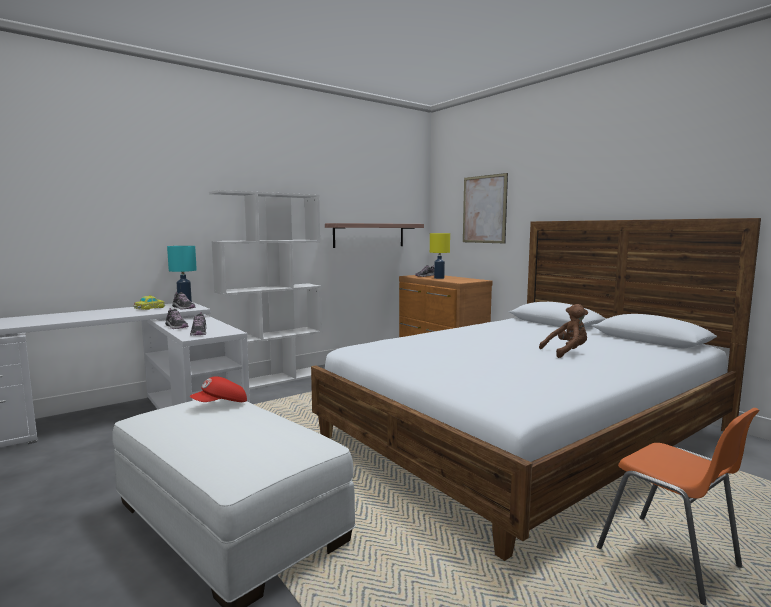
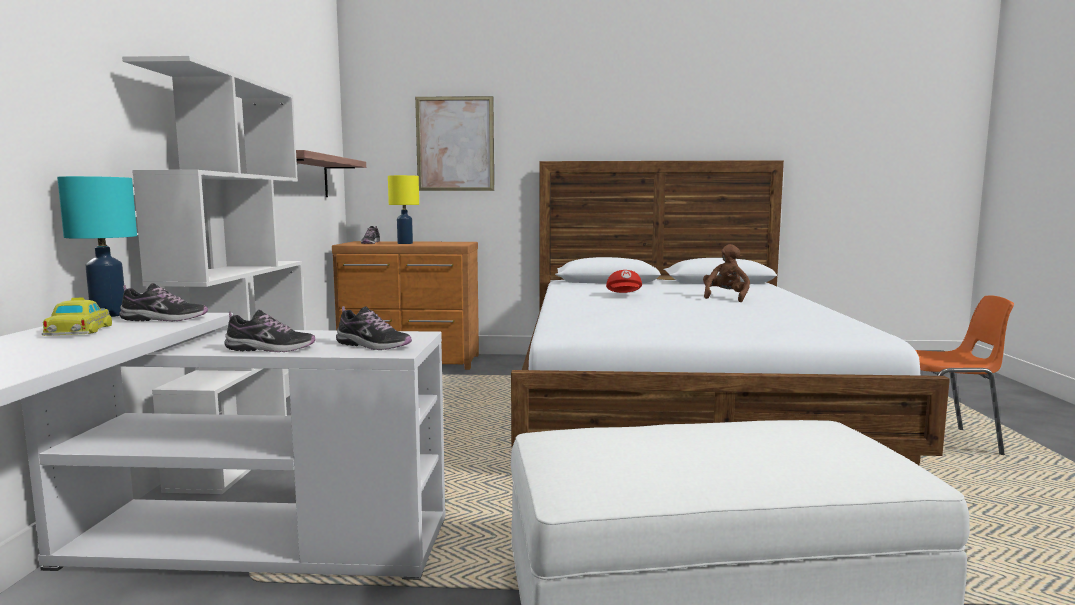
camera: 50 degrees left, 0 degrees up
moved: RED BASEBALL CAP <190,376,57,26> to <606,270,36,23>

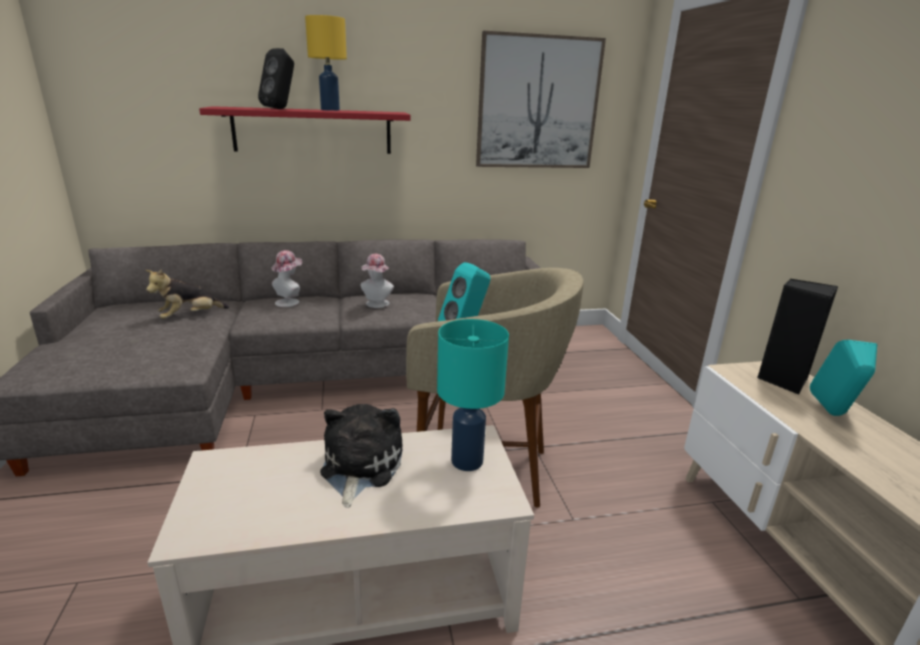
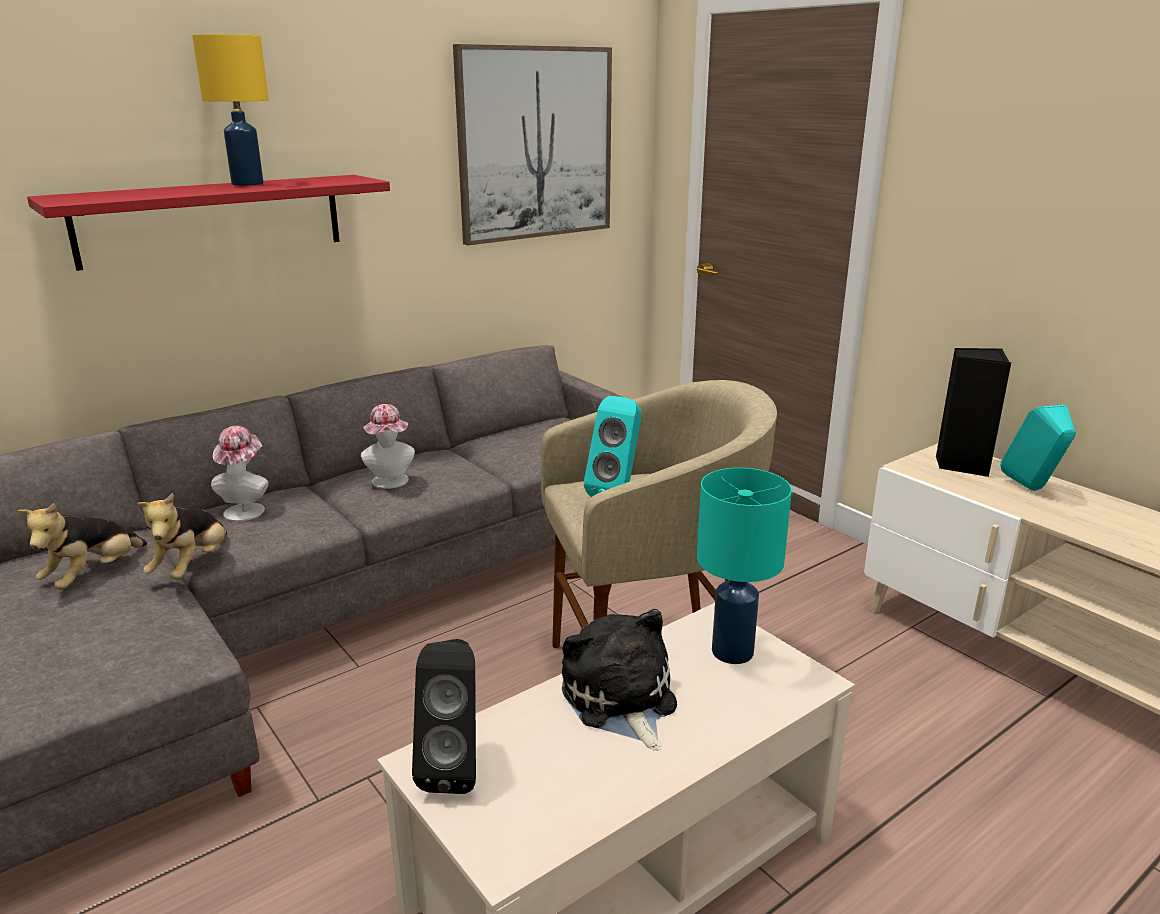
camera: 25 degrees left, 0 degrees up
added: PLUSH TOY <137,493,90,87>
moved: BLACKISH SPEAKER <258,48,36,61> to <412,639,64,155>

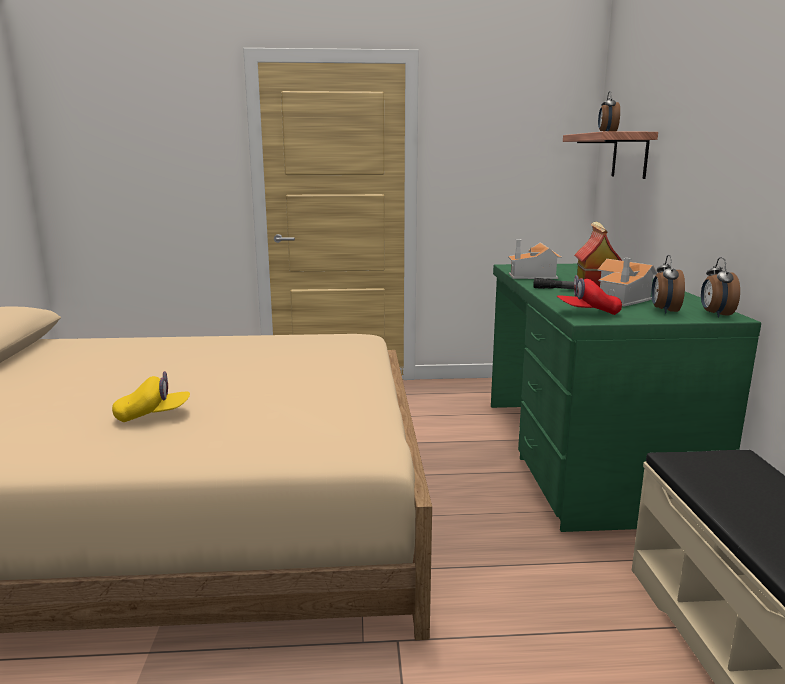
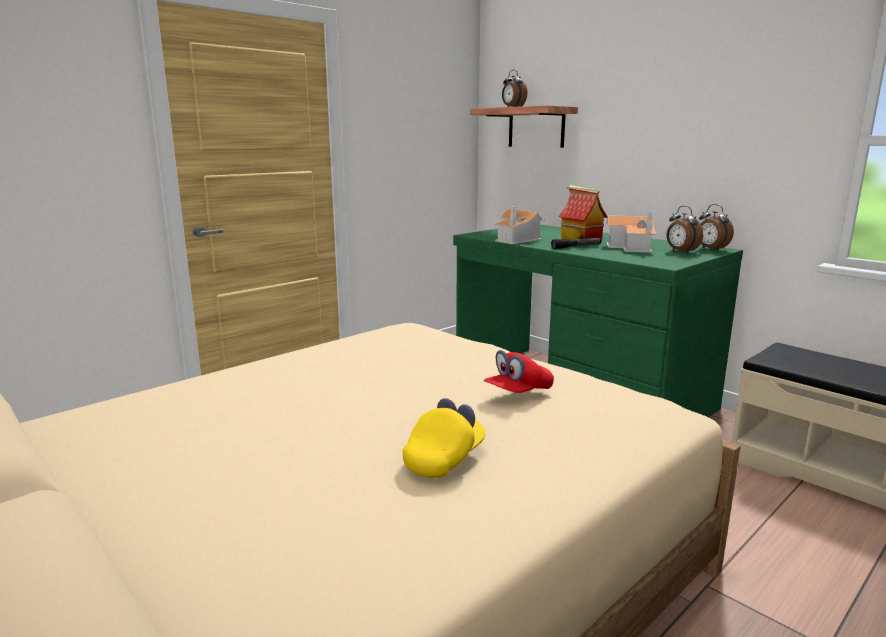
camera: 40 degrees left, 0 degrees up
moved: RED BASEBALL CAP <557,275,65,40> to <484,350,70,43>

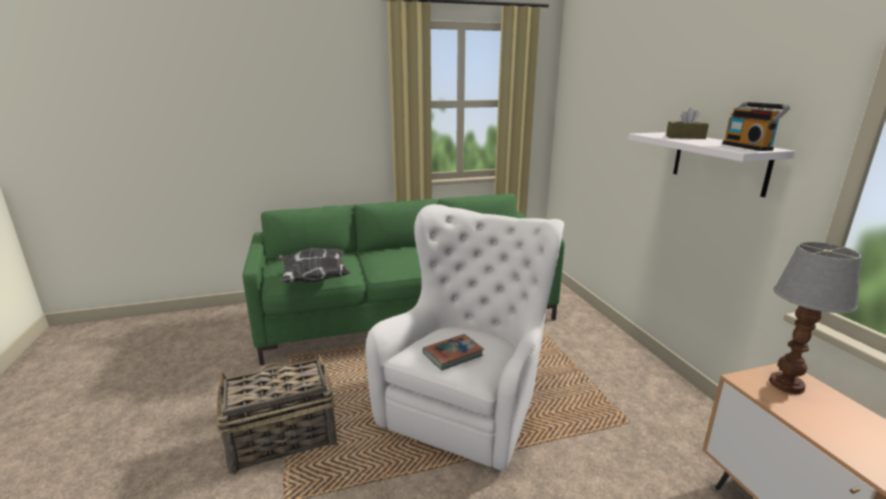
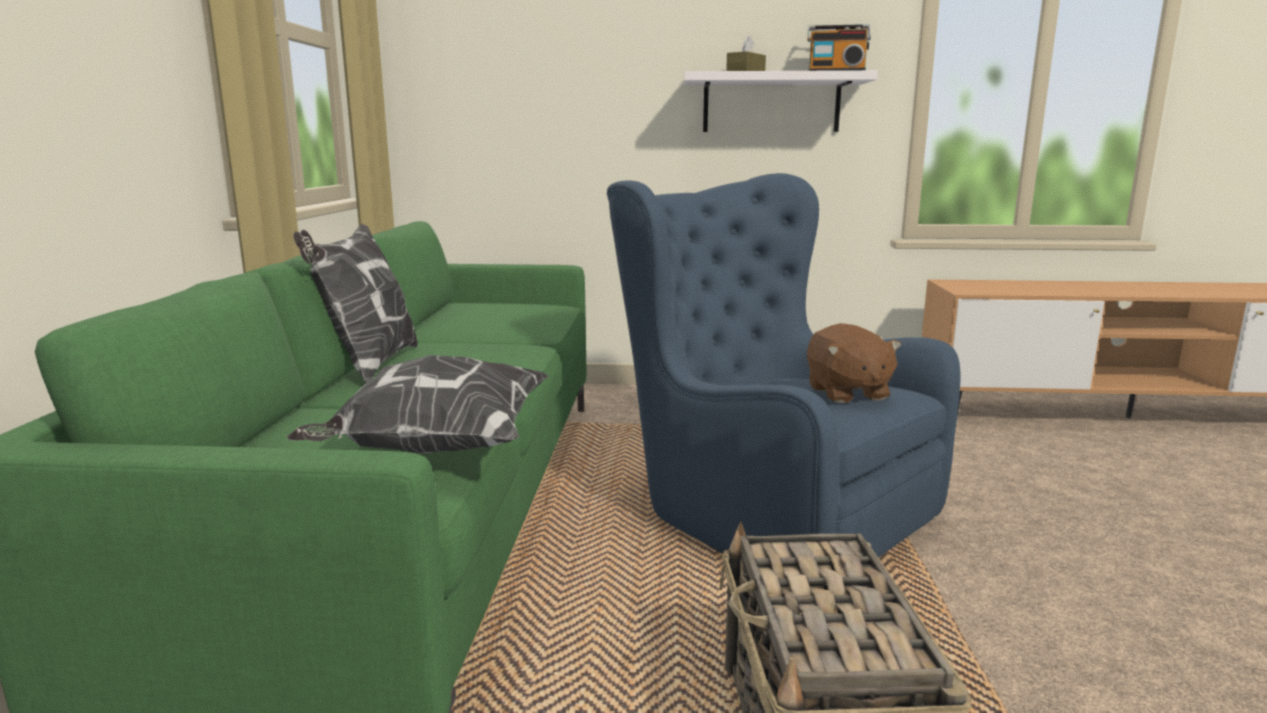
camera: 70 degrees left, 5 degrees down
removed: LAMP FOR A TABLE <769,242,92,152>
added: CUSHION <294,224,124,159>
replaced: BOOK <423,334,61,36> to BROWN PLUSH TOY <807,323,95,80>
recoloured: WHITISH EASY CHAIR <365,204,199,267> to BLUE-COLOURED EASY CHAIR <607,173,354,385>

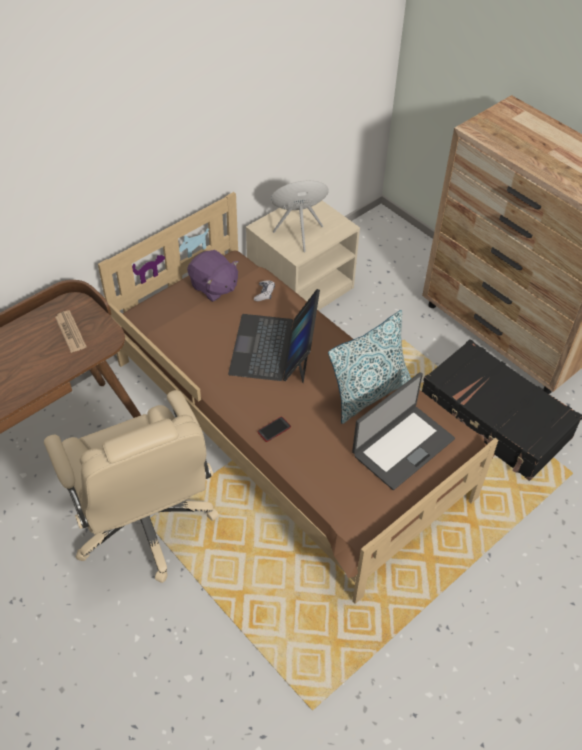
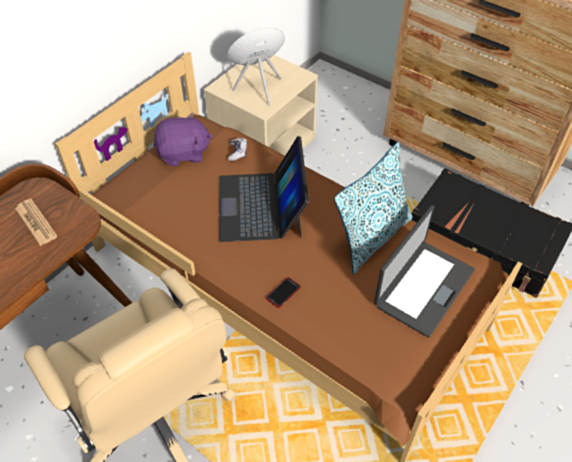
camera: 10 degrees left, 0 degrees up
turned: PURPLE PLUSH TOY <187,250,52,52> = <154,112,59,54> 45 degrees counterclockwise

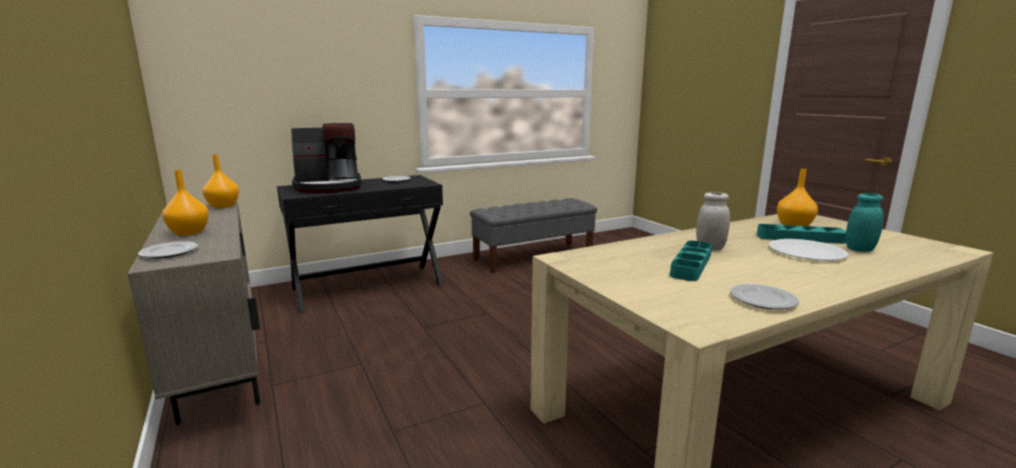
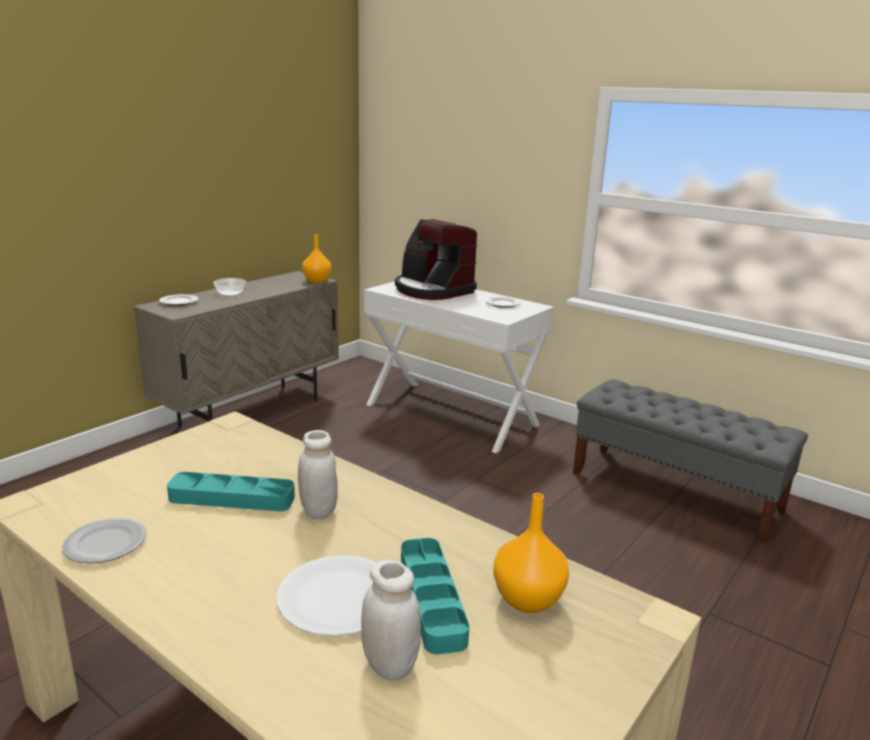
camera: 65 degrees right, 5 degrees up
replaced: ORANGE-COLOURED FLOWER VASE <162,170,47,66> to SERVING BOWL <214,278,32,18>
recoloured: BLACKISH HALL TABLE <277,175,167,138> to WHITISH HALL TABLE <364,281,190,172>; BLUE-GREEN STORAGE JAR <846,193,38,59> to WHITISH STORAGE JAR <361,559,60,121>

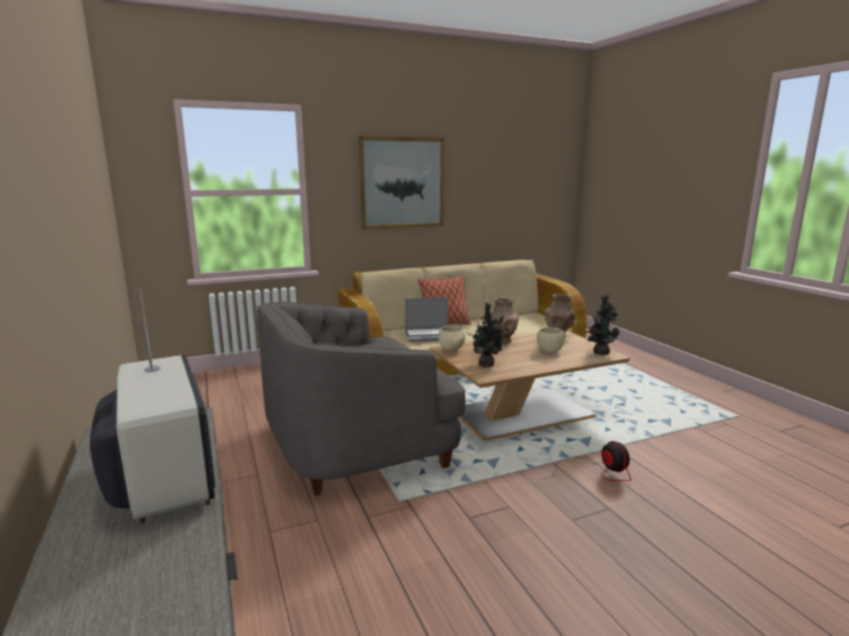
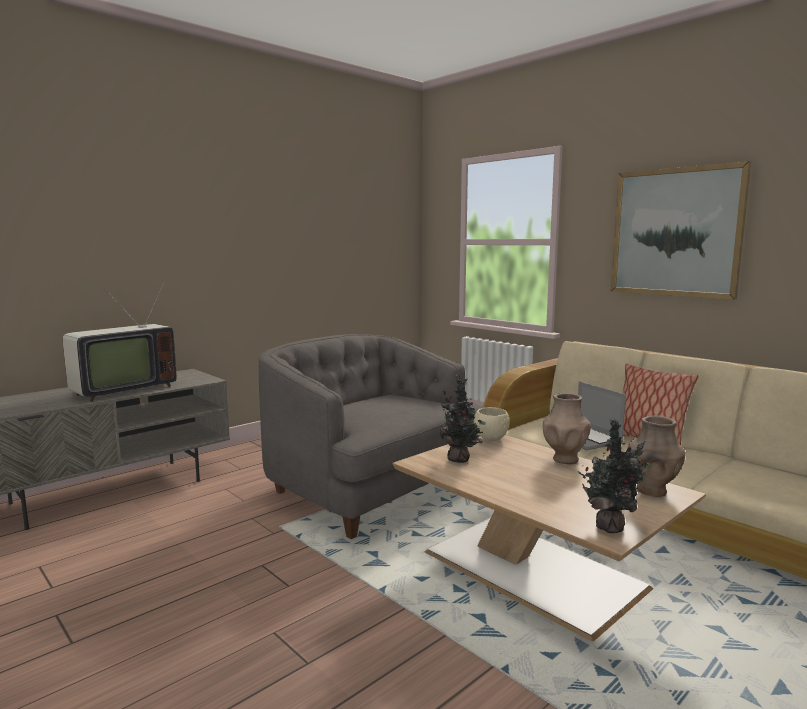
camera: 70 degrees right, 5 degrees down
removed: SAND-COLOURED SERVING BOWL <537,327,28,26>; COOLING FAN <543,441,88,40>

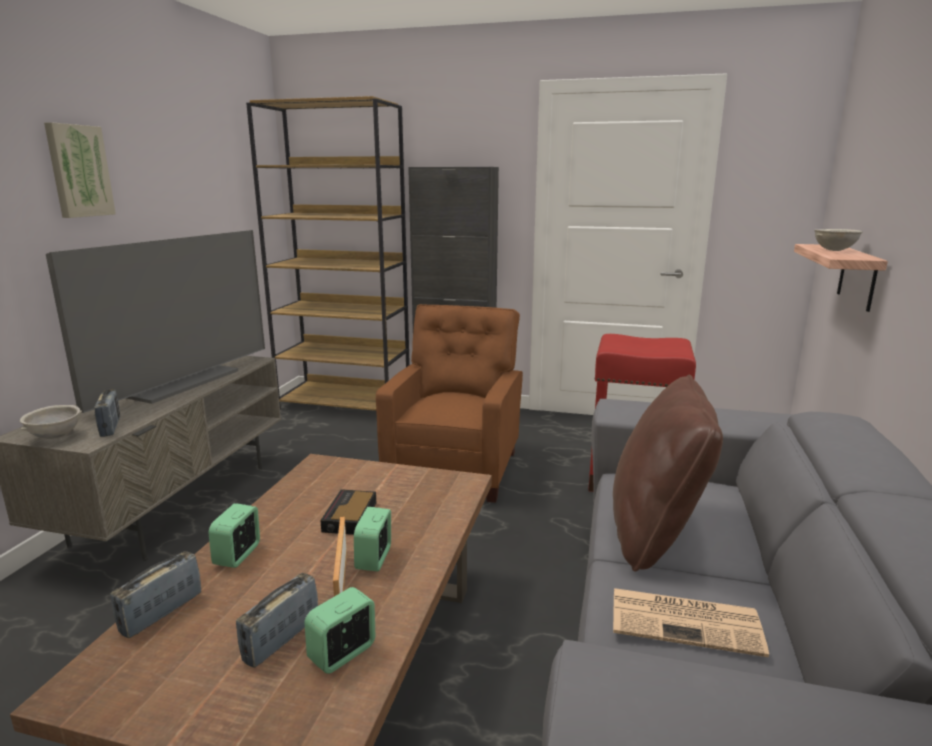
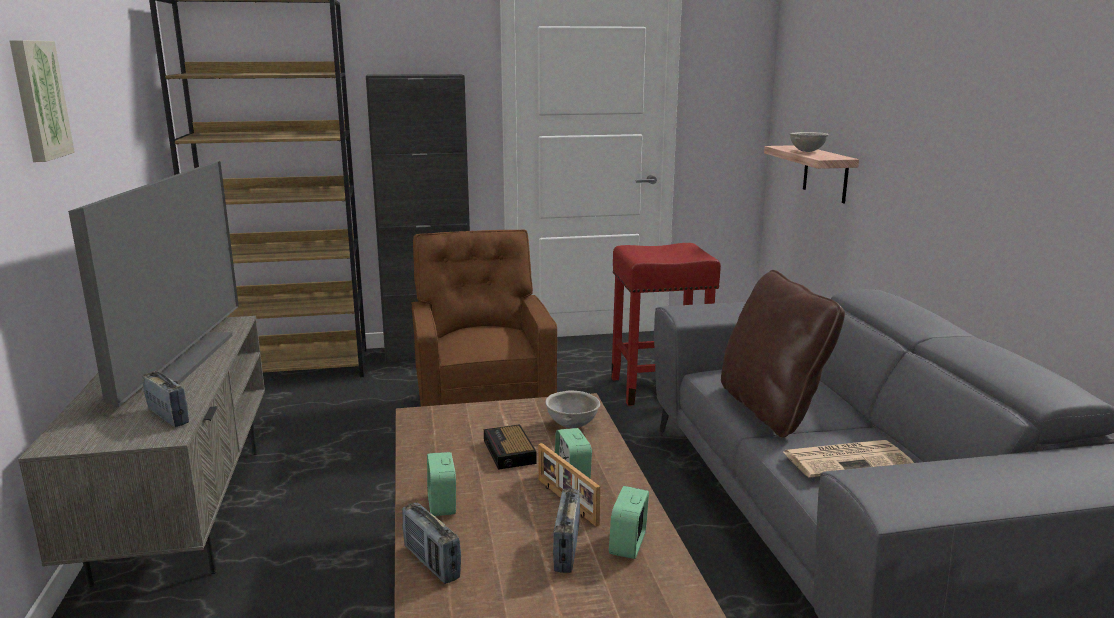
camera: 25 degrees left, 0 degrees up
moved: GRAY SERVING BOWL <20,405,62,34> to <545,390,55,38>
turned: RADIO <110,551,91,87> = <402,502,59,82> 45 degrees counterclockwise

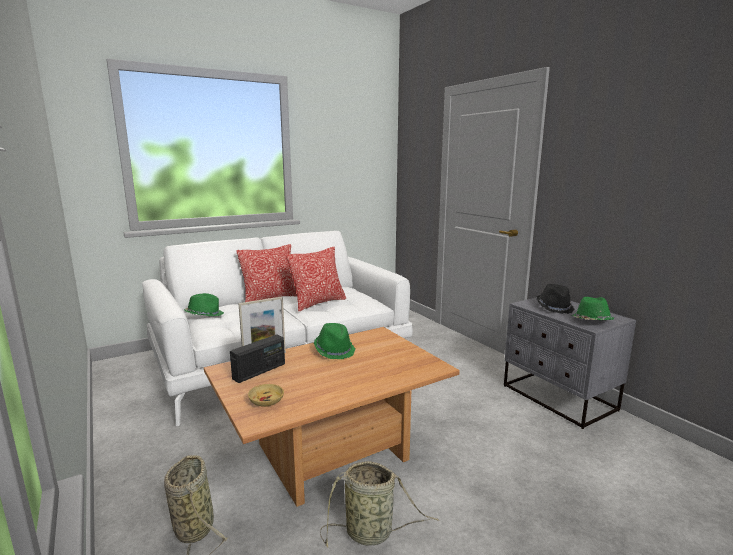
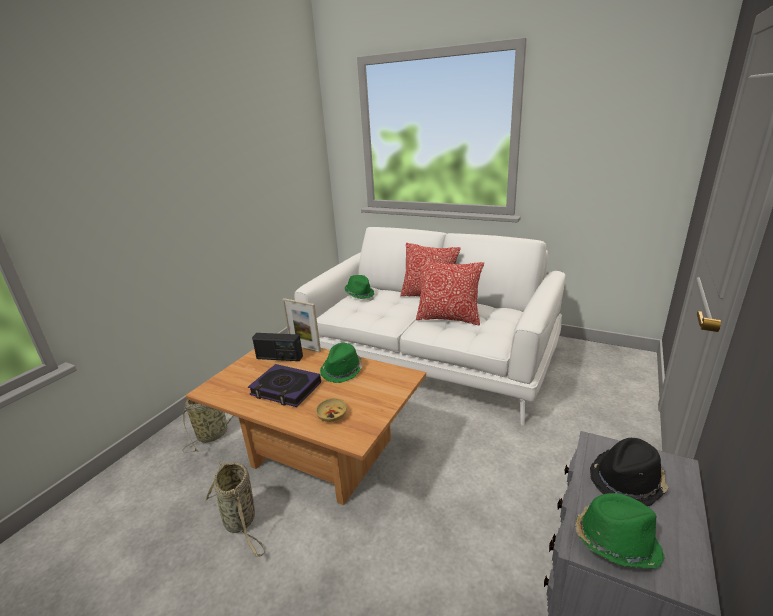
camera: 60 degrees right, 10 degrees up
added: BOOK <248,364,73,43>
moved: SAND-COLOURED SERVING BOWL <248,384,36,23> to <316,398,31,24>

